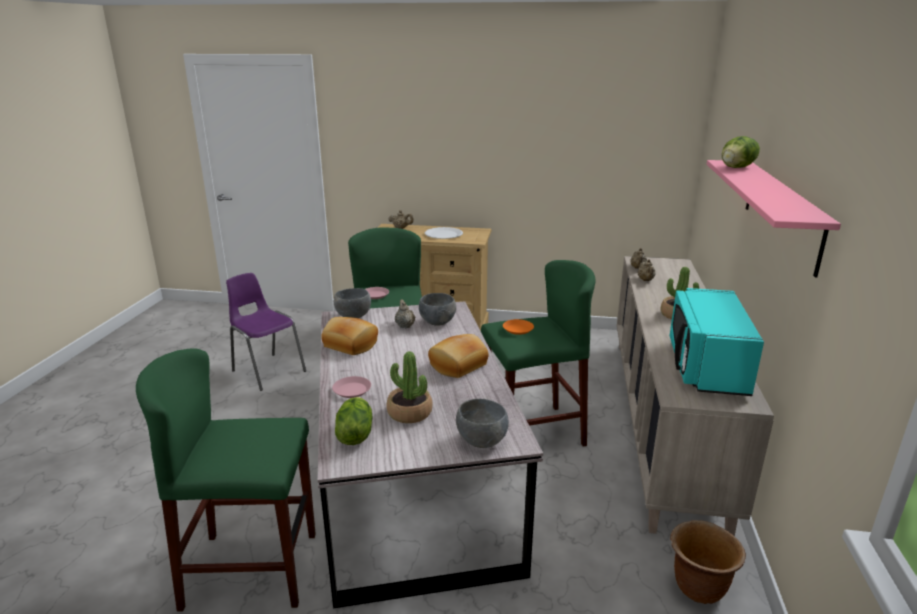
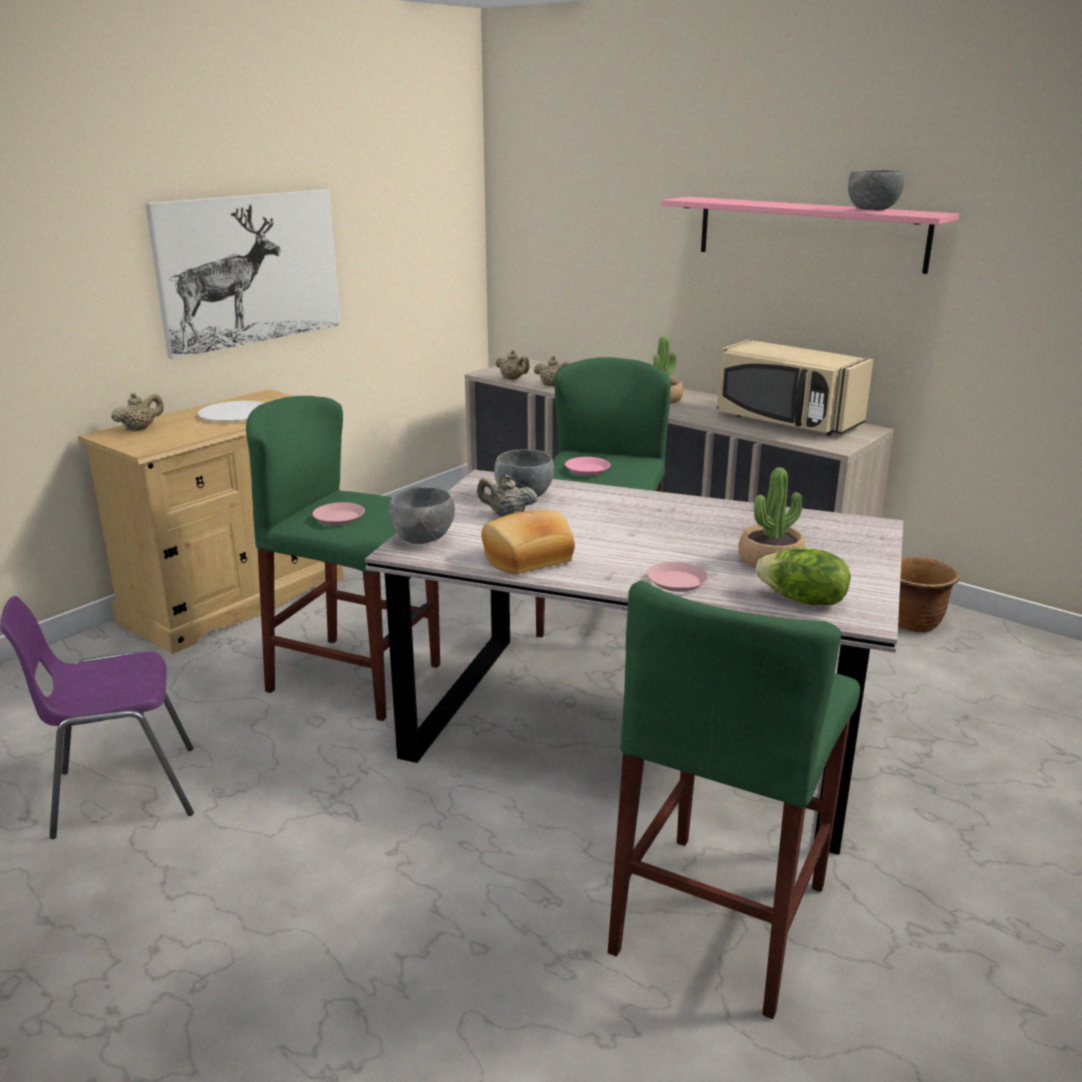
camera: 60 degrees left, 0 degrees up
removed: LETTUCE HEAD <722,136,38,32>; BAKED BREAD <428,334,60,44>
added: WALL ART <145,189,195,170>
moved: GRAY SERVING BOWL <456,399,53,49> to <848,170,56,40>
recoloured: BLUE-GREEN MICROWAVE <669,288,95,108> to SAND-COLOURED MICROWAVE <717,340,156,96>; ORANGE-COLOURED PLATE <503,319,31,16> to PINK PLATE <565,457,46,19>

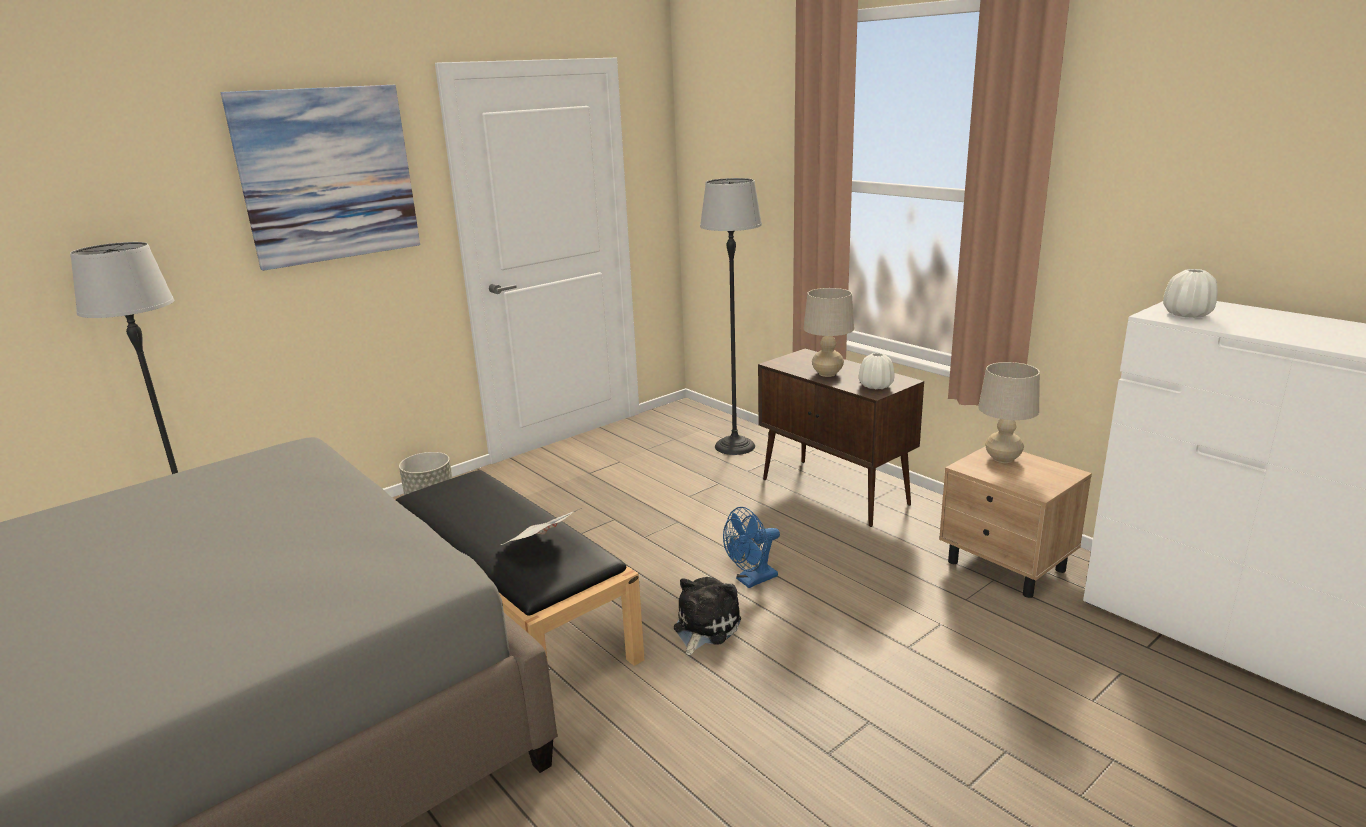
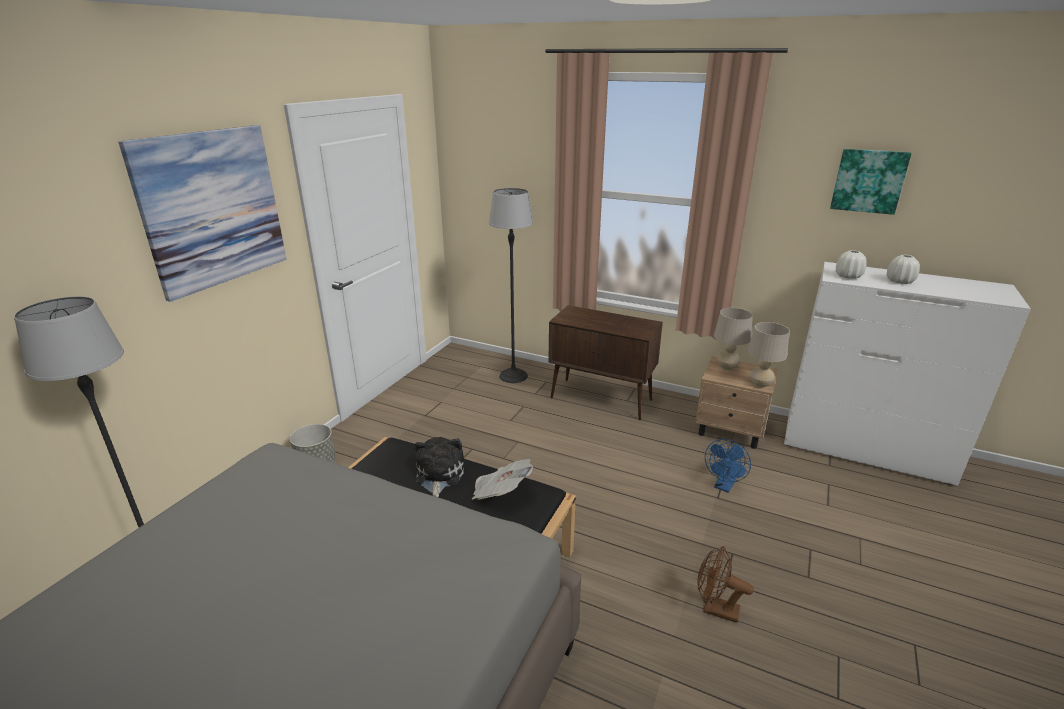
camera: 25 degrees left, 5 degrees up
added: WALL ART <830,149,81,66>; BROWN COOLING FAN <697,546,57,77>
moved: SAND-COLOURED LAMP FOR A TABLE <803,288,51,89> to <747,322,43,66>; WHITISH FLOWER VASE <859,353,36,36> to <887,255,33,29>; BLUE-COLOURED COOLING FAN <723,507,57,81> to <705,439,46,54>; PLUSH TOY <674,577,67,78> to <415,437,49,60>

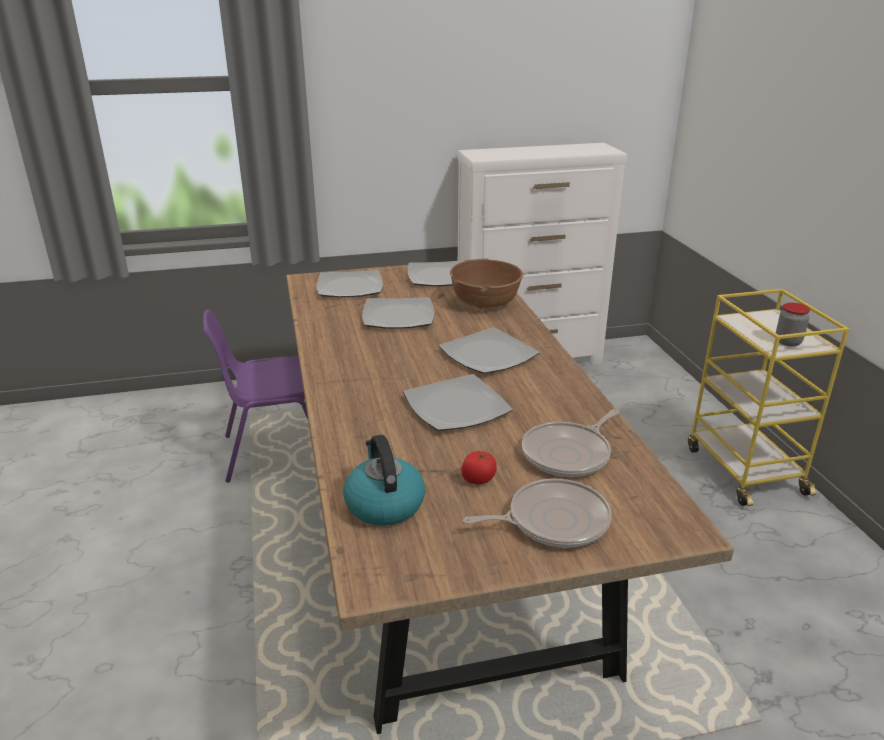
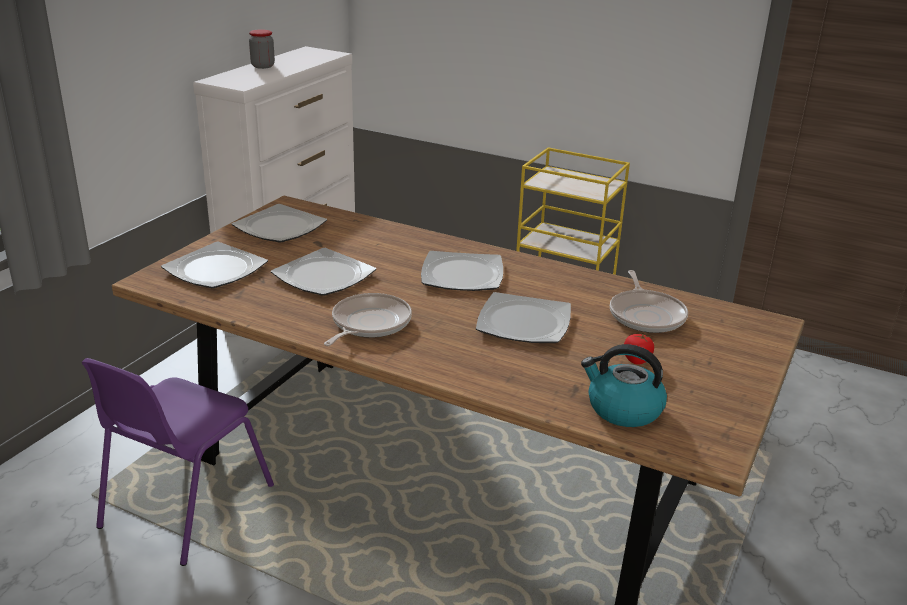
camera: 50 degrees left, 0 degrees up
removed: BROWN SERVING BOWL <450,259,73,50>
moved: STORAGE JAR <776,303,34,44> to <249,30,26,39>; SKILLET <463,478,149,70> to <324,293,88,53>

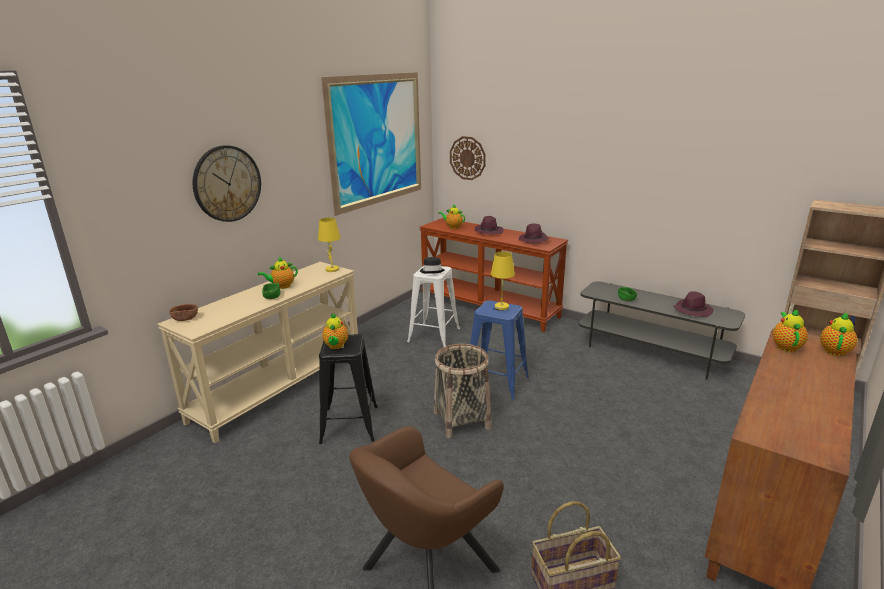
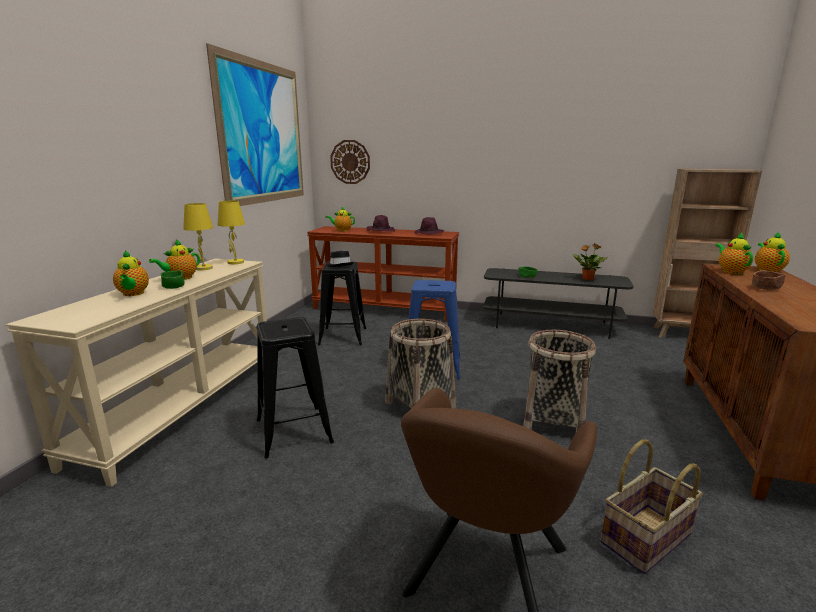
camera: 20 degrees left, 5 degrees down
removed: CLOCK ON THE WALL <192,145,69,77>
added: HOUSEHOLD BASKET <523,330,73,102>
moved: YELLOW LAMP FOR A TABLE <491,251,24,59> to <183,203,30,68>; BROWN SERVING BOWL <169,304,29,17> to <752,270,34,20>; TEA POT <322,313,26,36> to <113,250,36,46>
replaced: PURPLE HAT <673,291,41,26> to PLANT IN A POT <573,243,35,37>
recoloured: WHITISH STOOL <407,266,53,81> to BLACKISH STOOL <318,262,48,83>

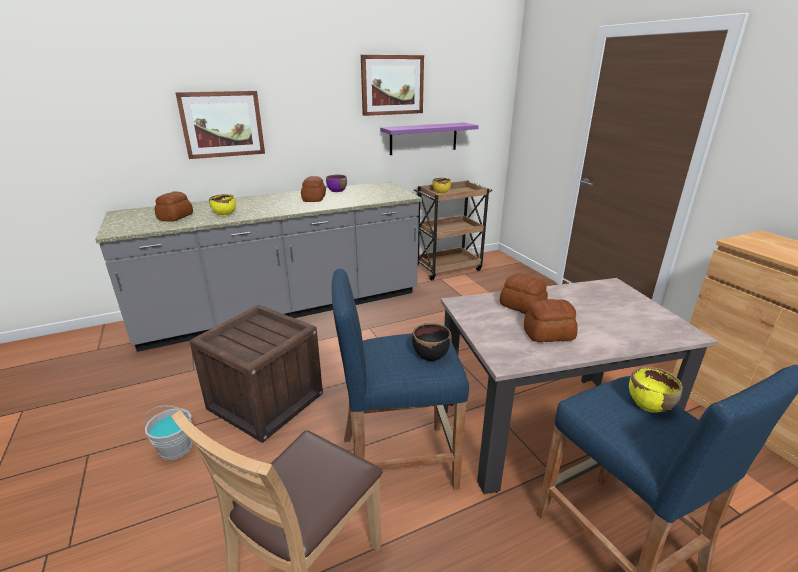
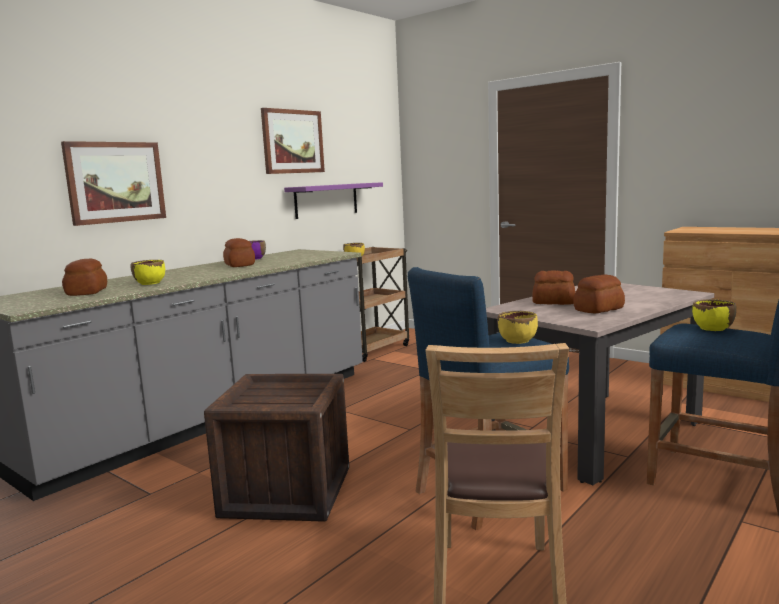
camera: 25 degrees left, 15 degrees down
removed: GRAY BUCKET <144,405,48,55>
recoloured: BLACKISH SERVING BOWL <412,323,39,38> to YELLOW SERVING BOWL <497,311,41,33>

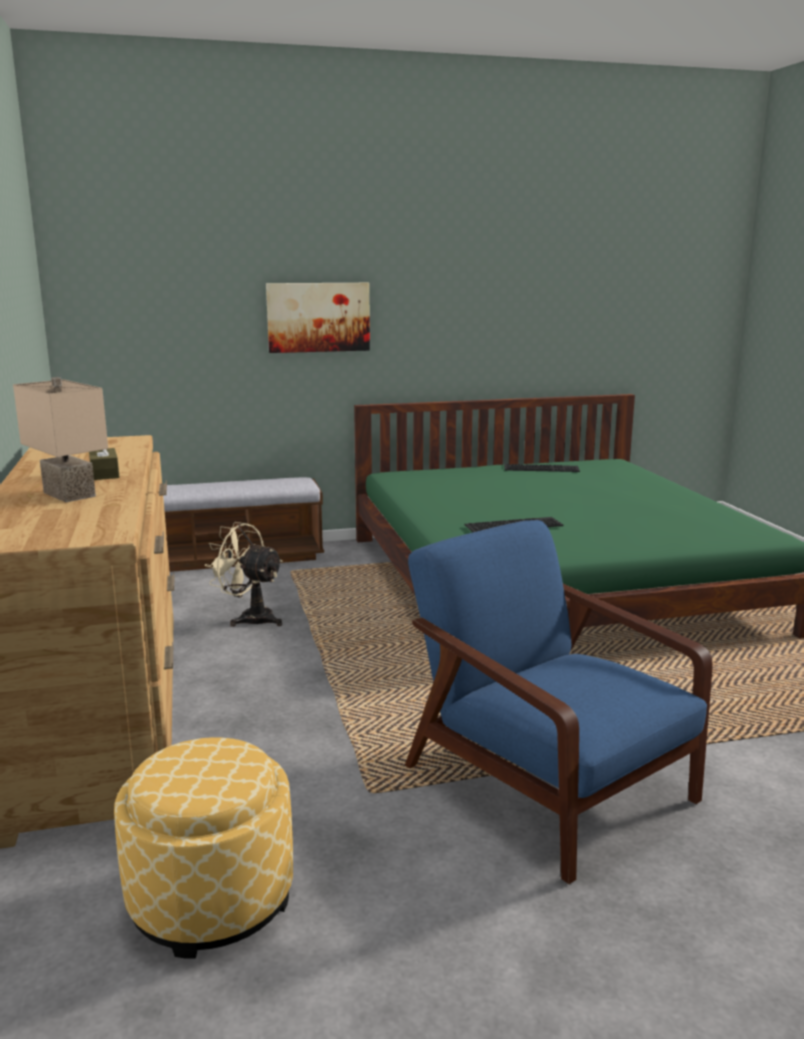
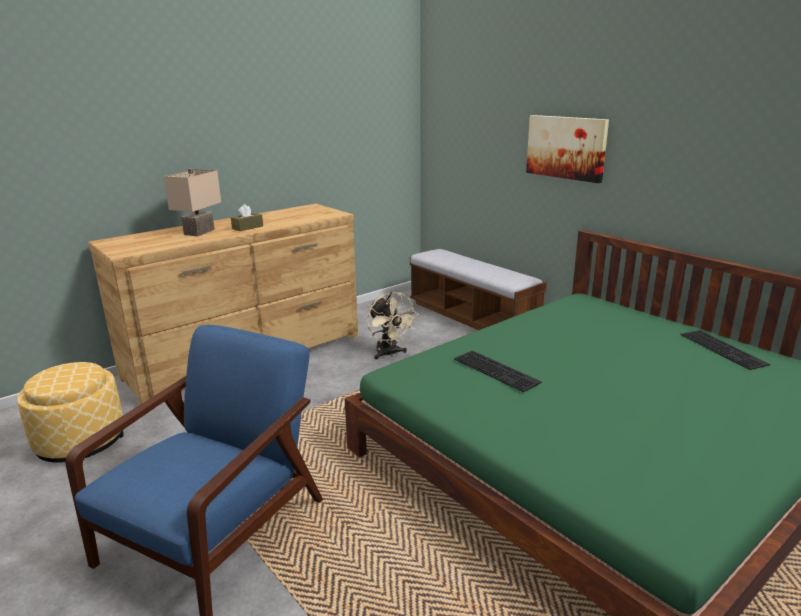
camera: 65 degrees right, 5 degrees up
turned: SAND-COLOURED COOLING FAN <205,522,78,105> = <367,292,52,68> 150 degrees clockwise

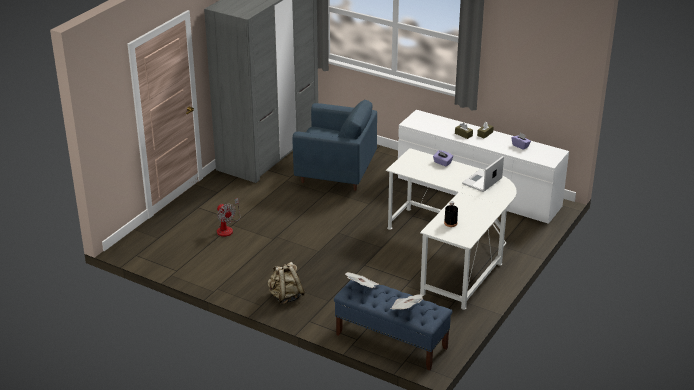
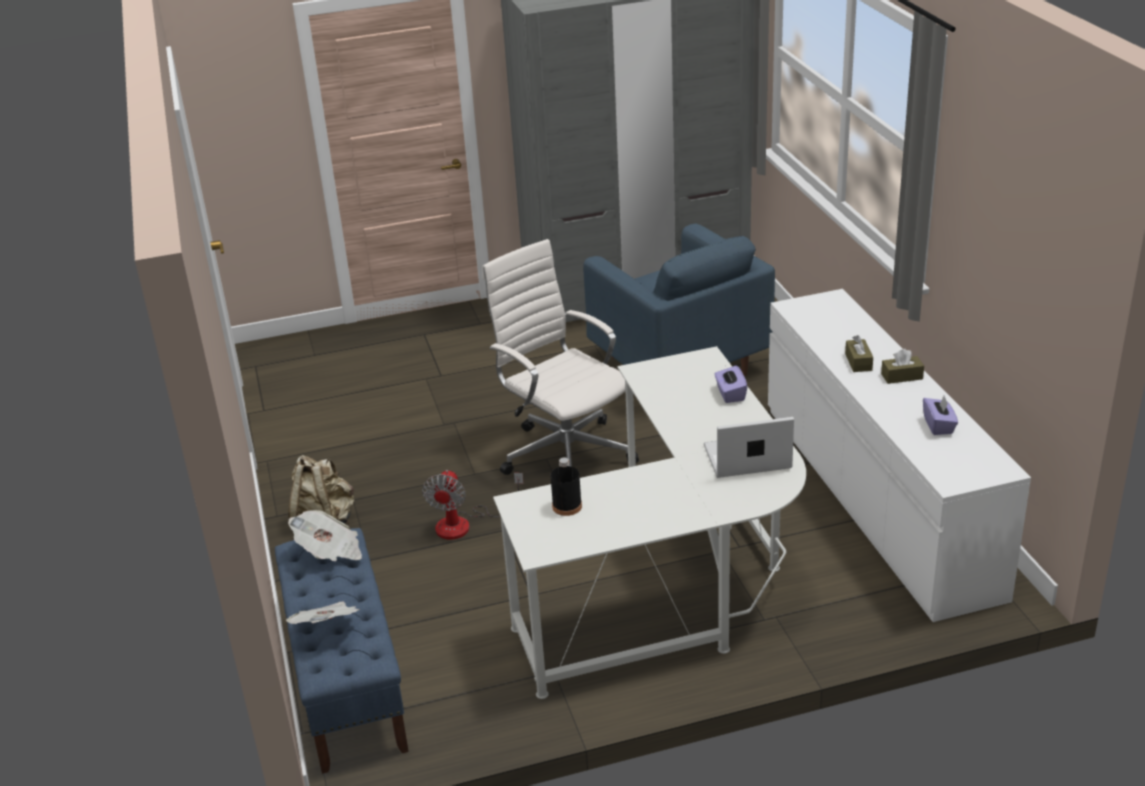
camera: 45 degrees right, 0 degrees up
added: WHITISH COMPUTER CHAIR <482,239,157,236>
moved: COOLING FAN <217,198,24,39> to <422,470,102,70>

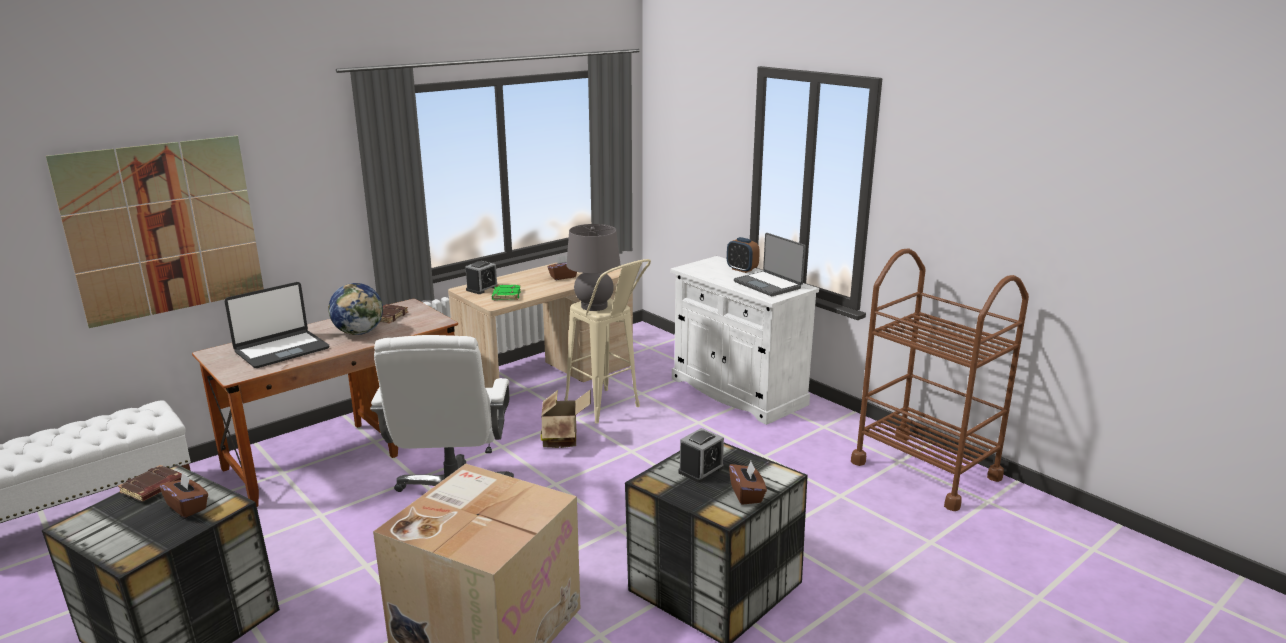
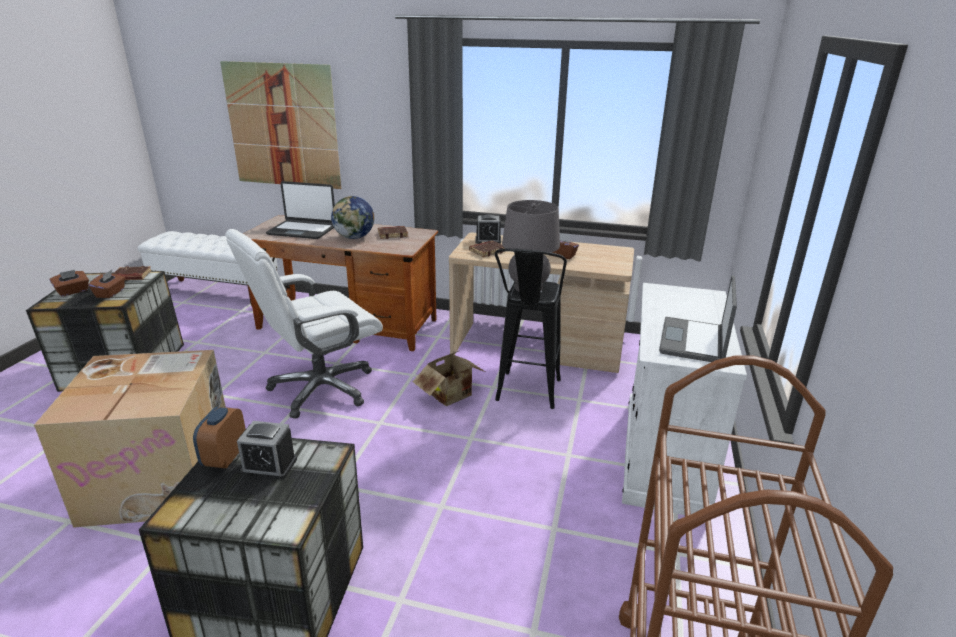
camera: 55 degrees right, 5 degrees up
moved: ALARM CLOCK <727,237,33,36> to <193,407,53,61>; BROWN TISSUE HOLDER <729,461,38,44> to <49,270,40,26>
recoloured: SAND-COLOURED STOOL <564,259,87,165> to BLACKISH STOOL <495,248,72,161>; GREEN BOOK <492,285,29,15> to BROWN BOOK <469,241,37,16>

